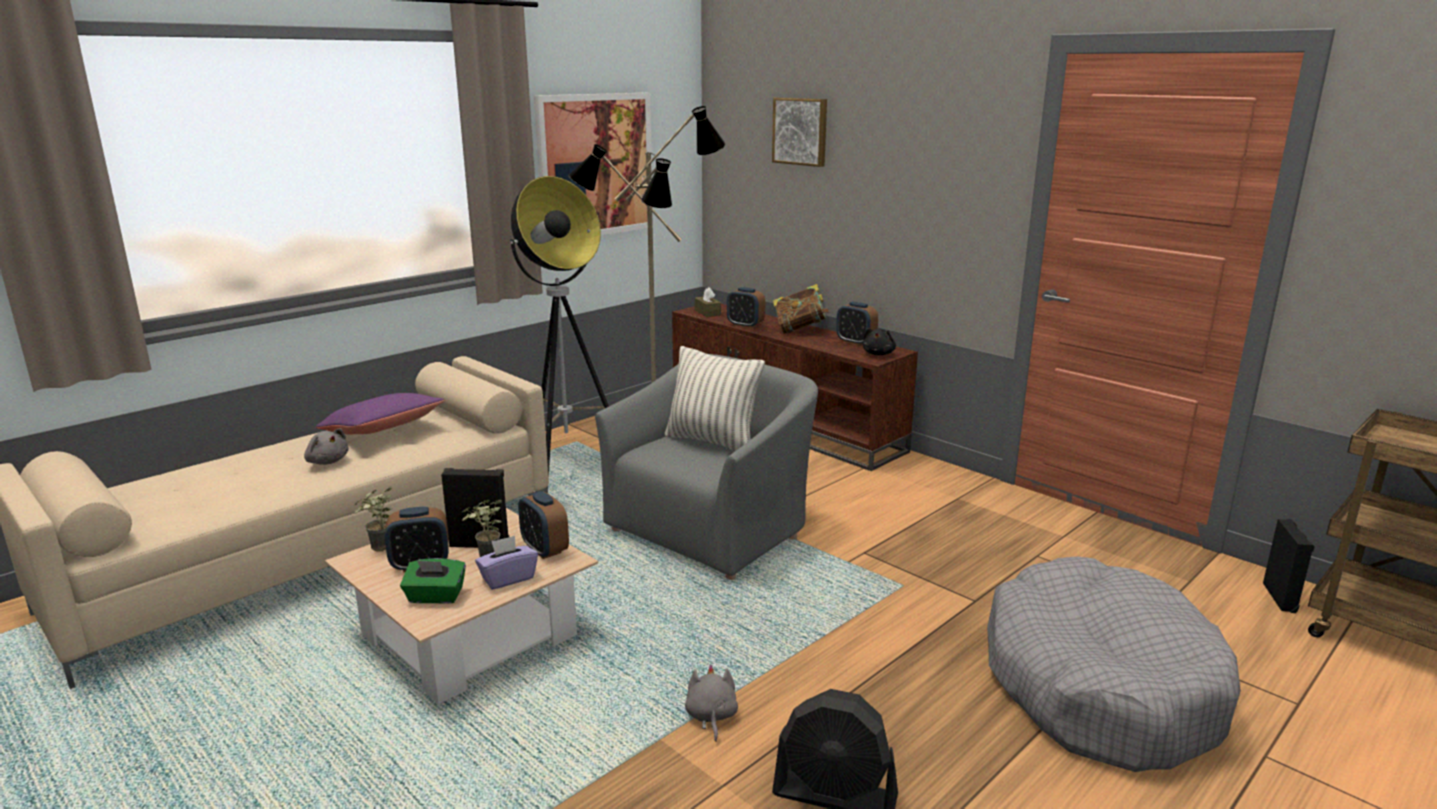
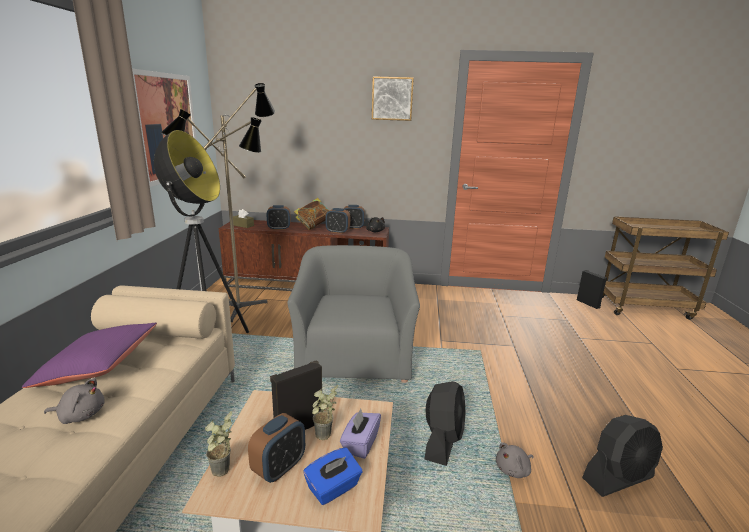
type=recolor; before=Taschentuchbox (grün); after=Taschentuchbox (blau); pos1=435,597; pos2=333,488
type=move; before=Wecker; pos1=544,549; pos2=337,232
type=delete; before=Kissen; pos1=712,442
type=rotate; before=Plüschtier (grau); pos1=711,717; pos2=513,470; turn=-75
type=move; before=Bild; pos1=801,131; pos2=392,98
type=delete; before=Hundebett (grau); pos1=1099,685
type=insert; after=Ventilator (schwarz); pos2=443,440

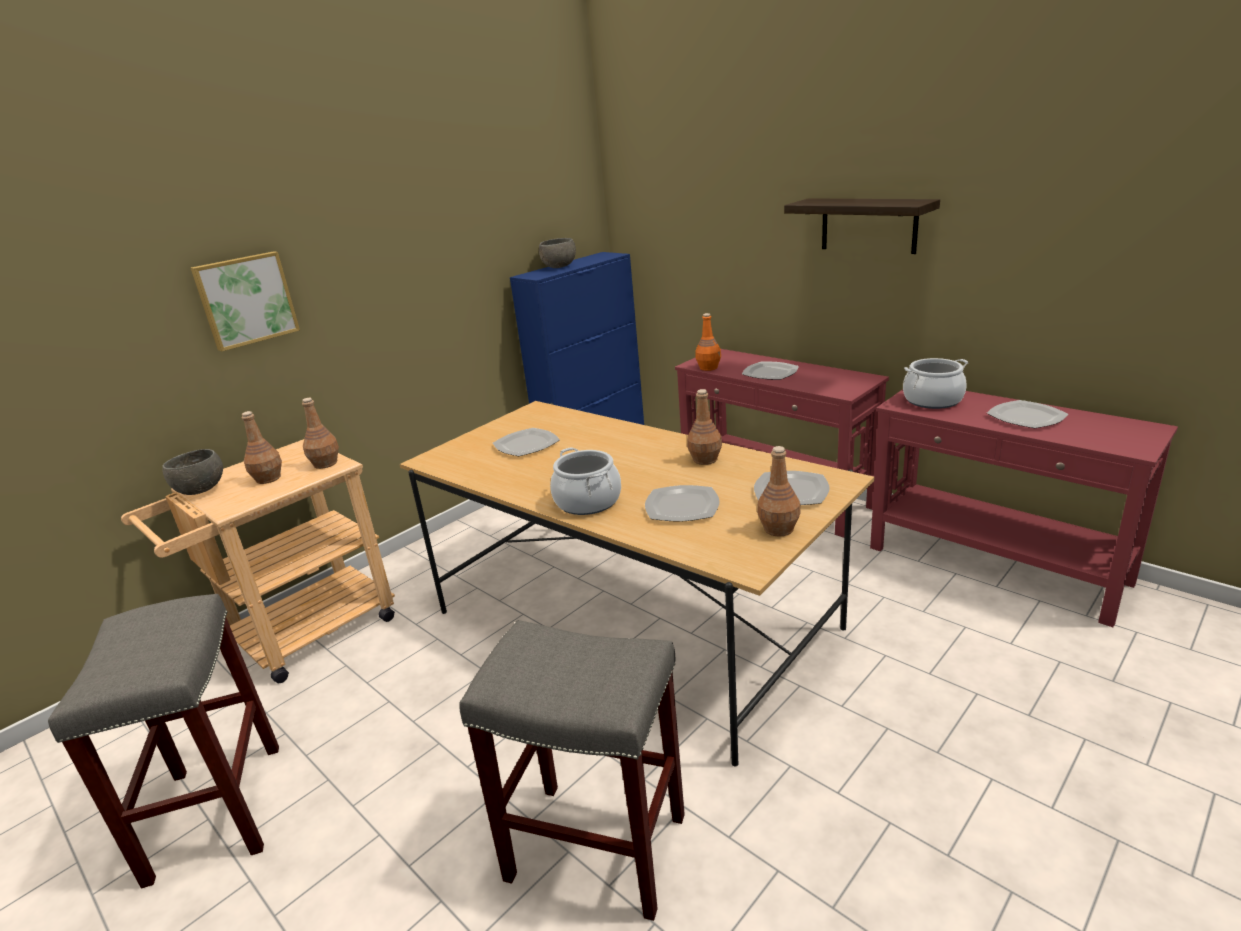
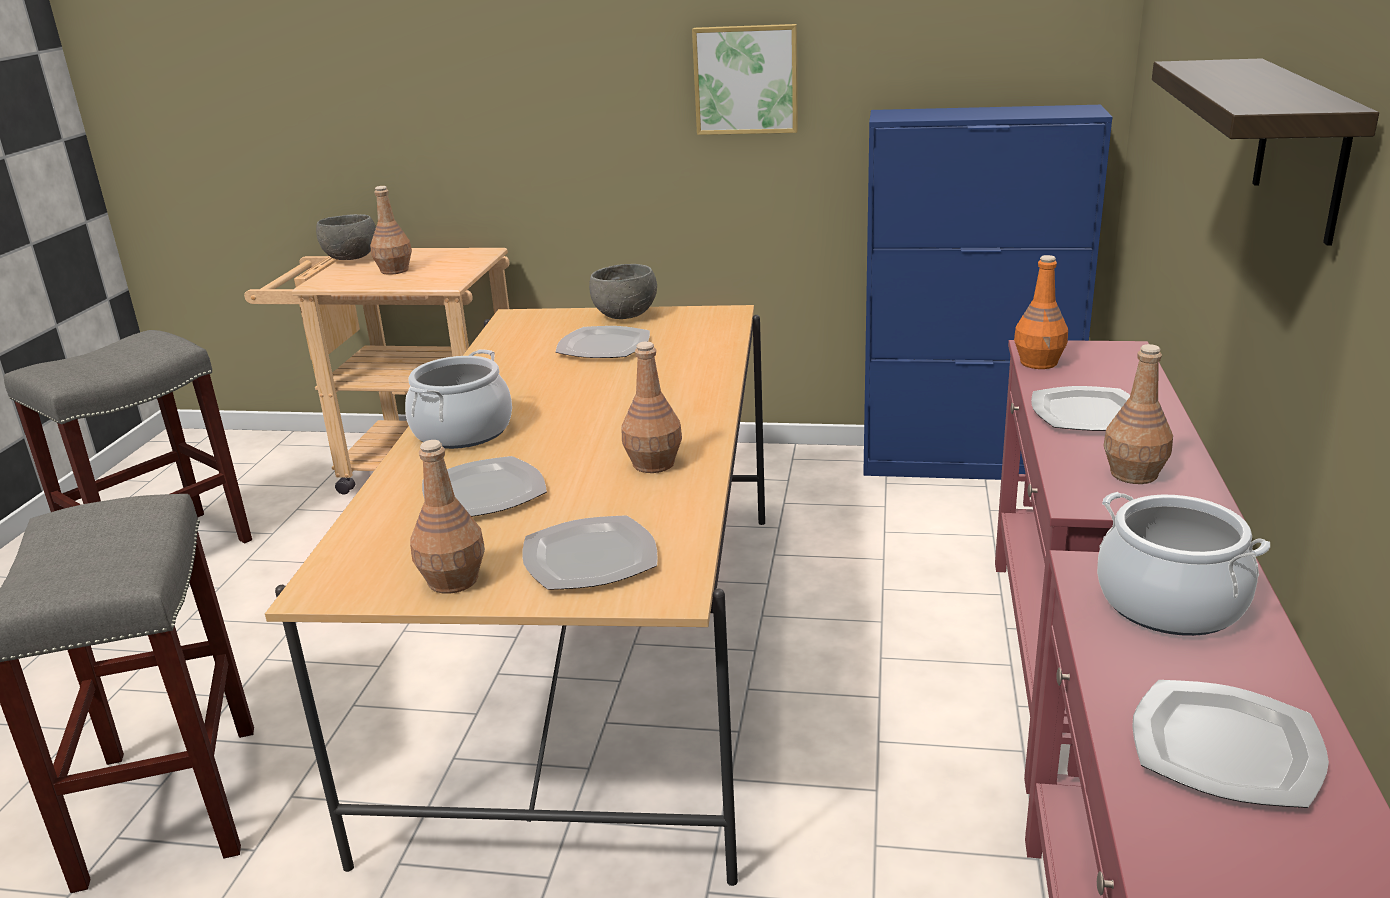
type=move; before=Bild; pos1=246,300; pos2=746,79
type=move; before=Flasche (braun); pos1=326,463; pos2=1134,474
type=move; before=Schüssel (grau); pos1=559,267; pos2=625,316

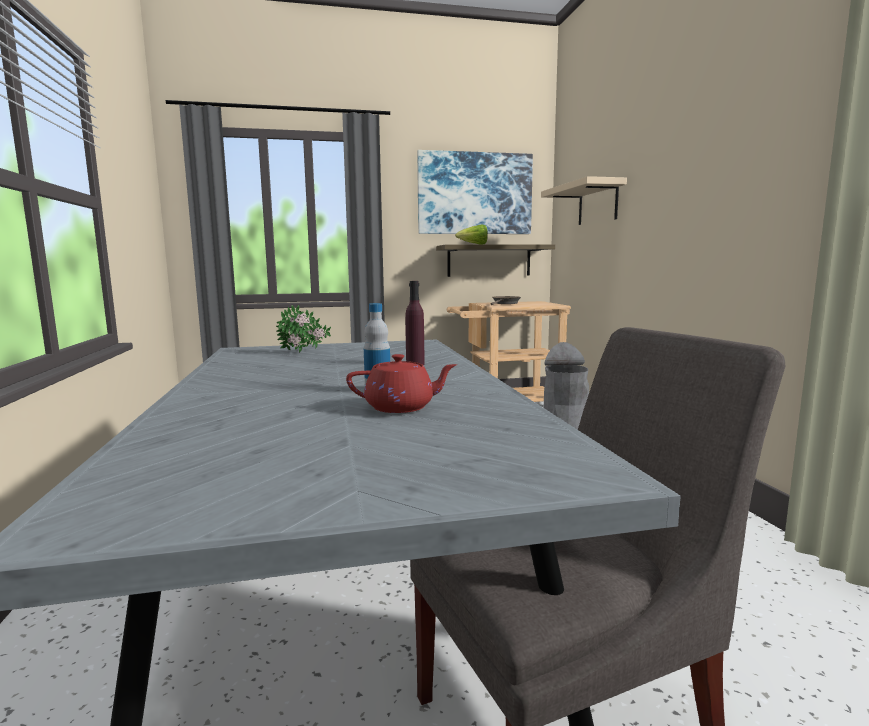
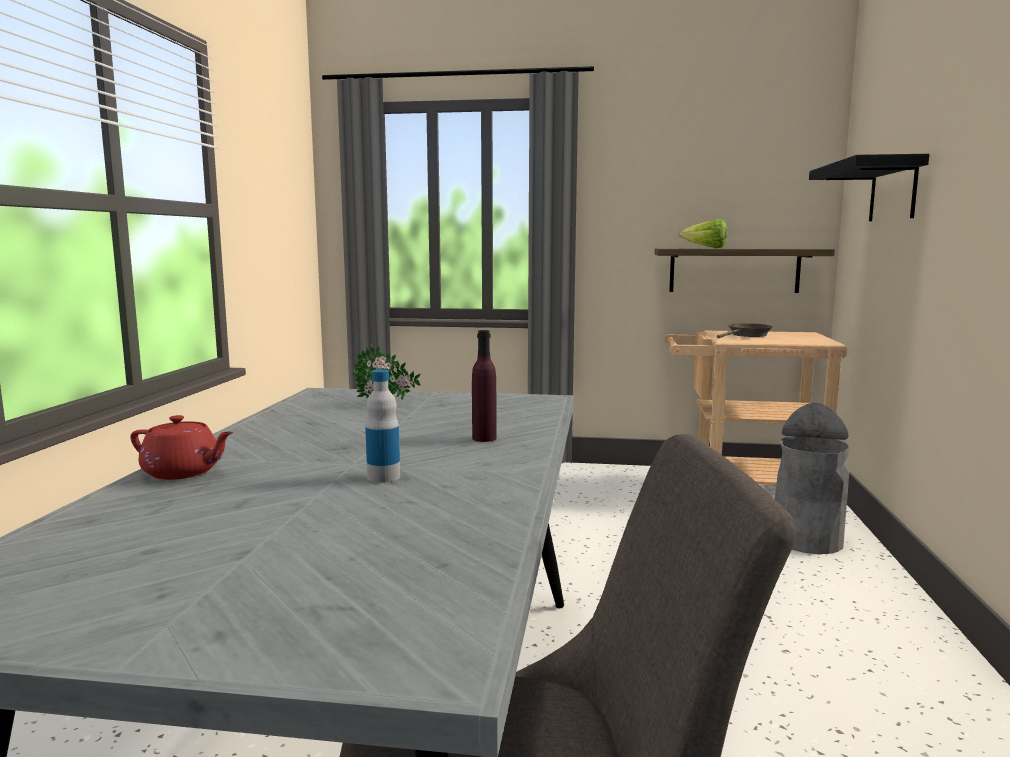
type=move; before=Teekanne (rot); pos1=401,407; pos2=183,472
type=delete; before=Bild; pos1=475,194
type=recolor; before=Wandregal (beige); after=Wandregal (schwarz); pos1=598,203; pos2=893,191

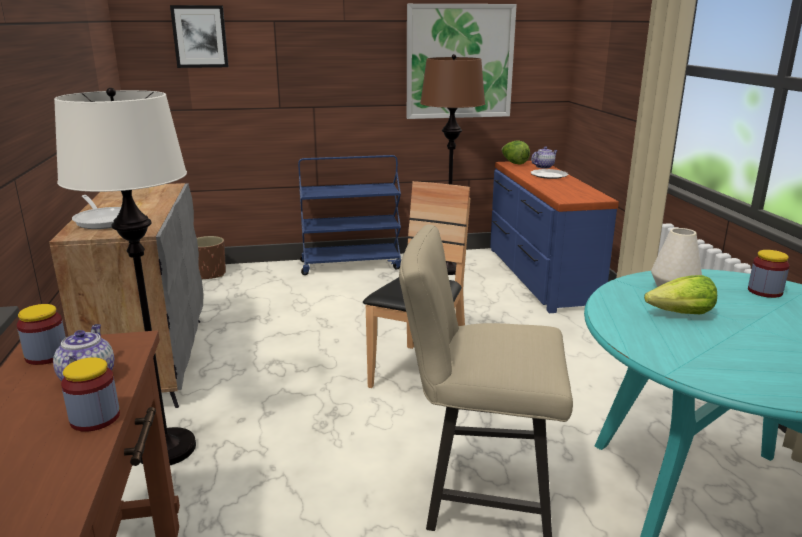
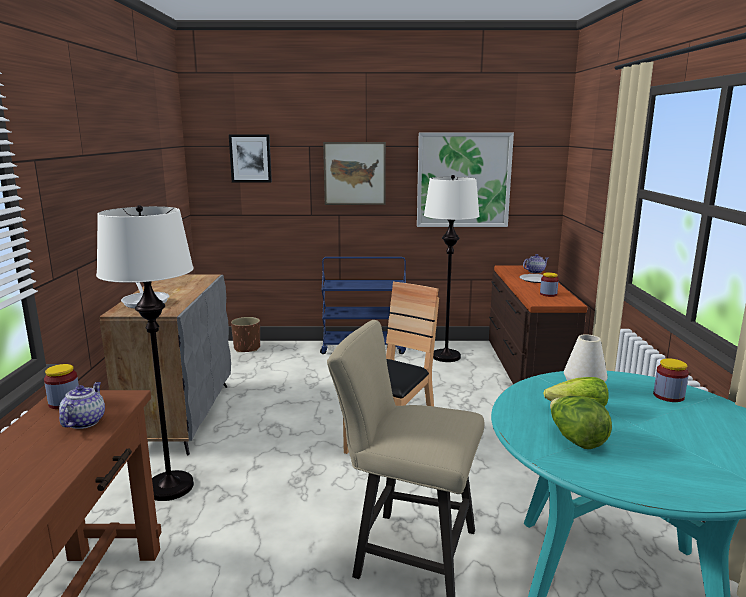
type=move; before=Vorratsglas; pos1=95,418; pos2=548,294
type=recolor; before=Stehlampe (braun); after=Stehlampe (weiß); pos1=448,269; pos2=446,356
type=recolor; before=Kommode (blau); after=Kommode (braun); pos1=539,276; pos2=526,368
type=move; before=Salatkopf; pos1=514,163; pos2=575,440
type=insert; after=Bild; pos2=354,173

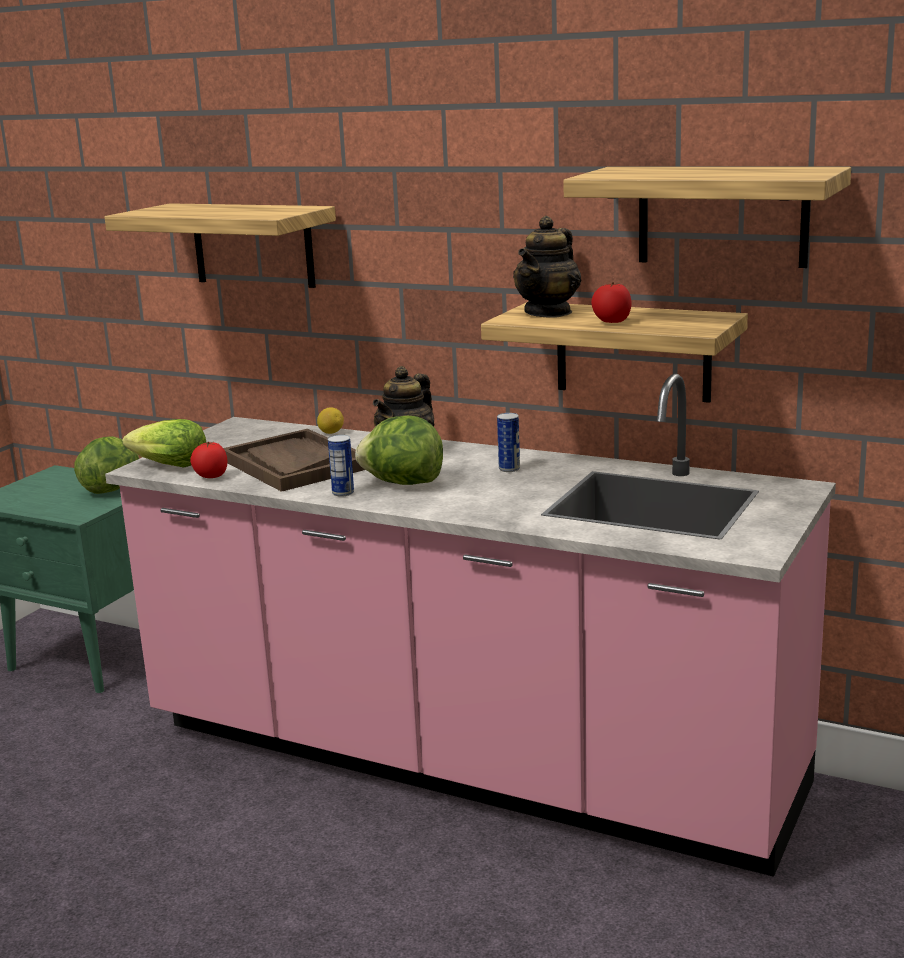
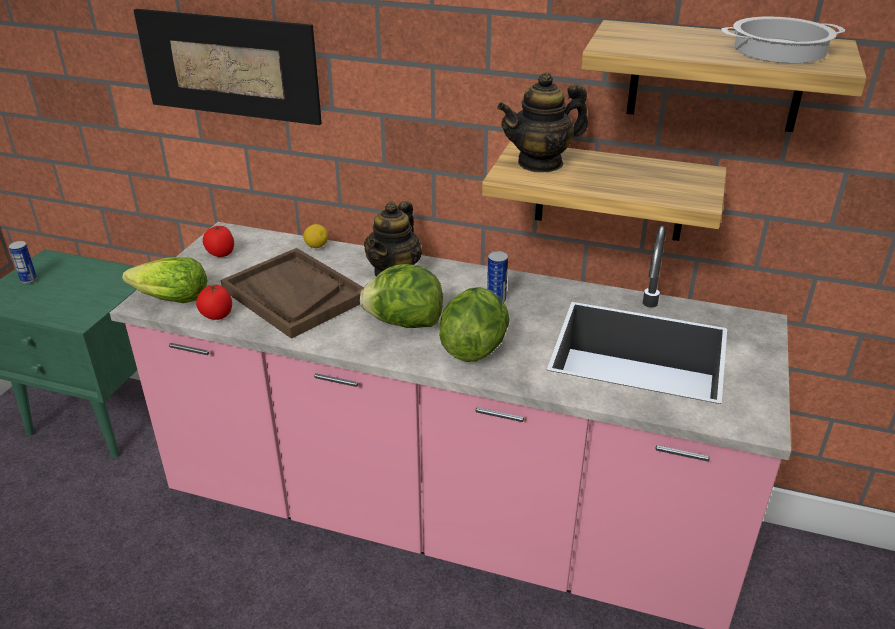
type=move; before=Salatkopf; pos1=113,489; pos2=474,348
type=replace; before=Wandregal; after=Bild; pos1=253,244; pos2=229,66
type=move; before=Dose; pos1=343,493; pos2=29,280
type=rotate; before=Teekanne; pos1=548,313; pos2=540,163; turn=45
type=move; before=Tomate; pos1=611,322; pos2=221,254
type=insert; after=Kochtopf; pos2=779,50

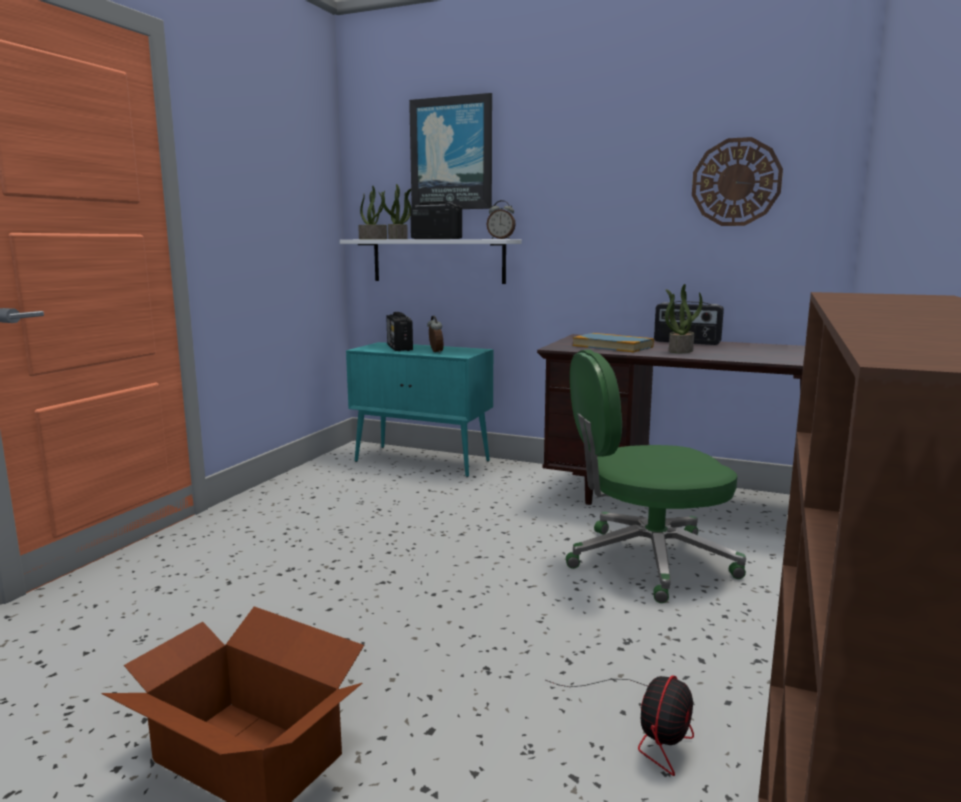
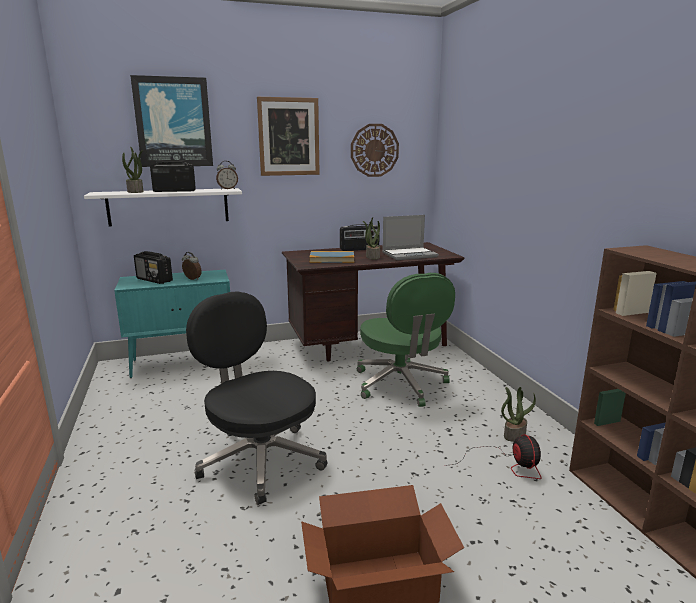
type=move; before=Topfpflanze; pos1=373,239; pos2=514,434
type=rotate; before=Bürostuhl (grün); pos1=647,561; pos2=401,384; turn=-60
type=insert; after=Bürostuhl (schwarz); pos2=260,459
type=insert; after=Bild; pos2=289,137
type=insert; after=Laptop; pos2=410,255

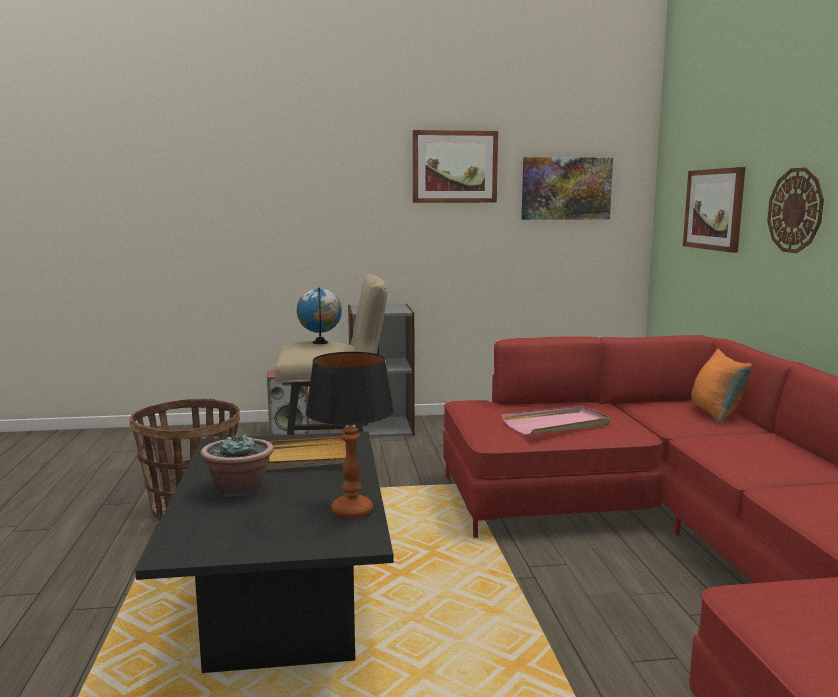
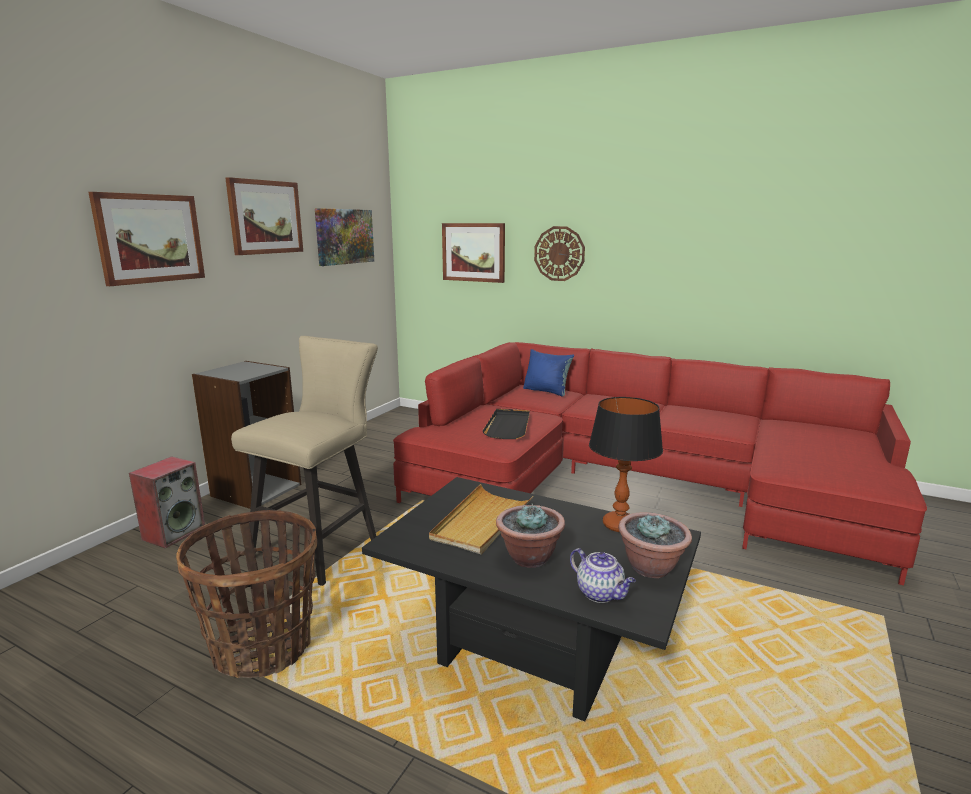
type=delete; before=Globus; pos1=320,343
type=recolor; before=Tablett (rosa); after=Tablett (schwarz); pos1=557,424; pos2=508,426
type=recolor; before=Kissen (orange); after=Kissen (blau); pos1=715,413; pos2=546,391
type=insert; after=Bild; pos2=150,238
type=insert; after=Teekanne; pos2=601,593
type=insert; after=Topfpflanze; pos2=651,567

